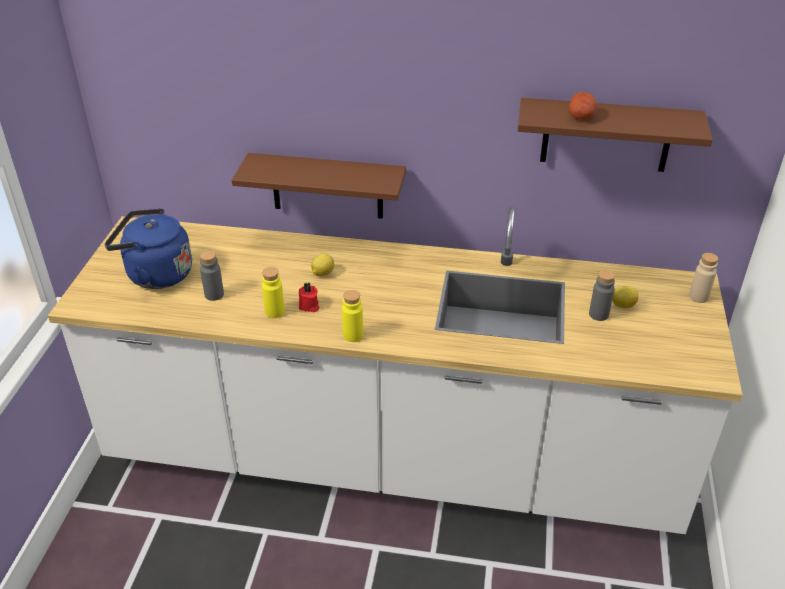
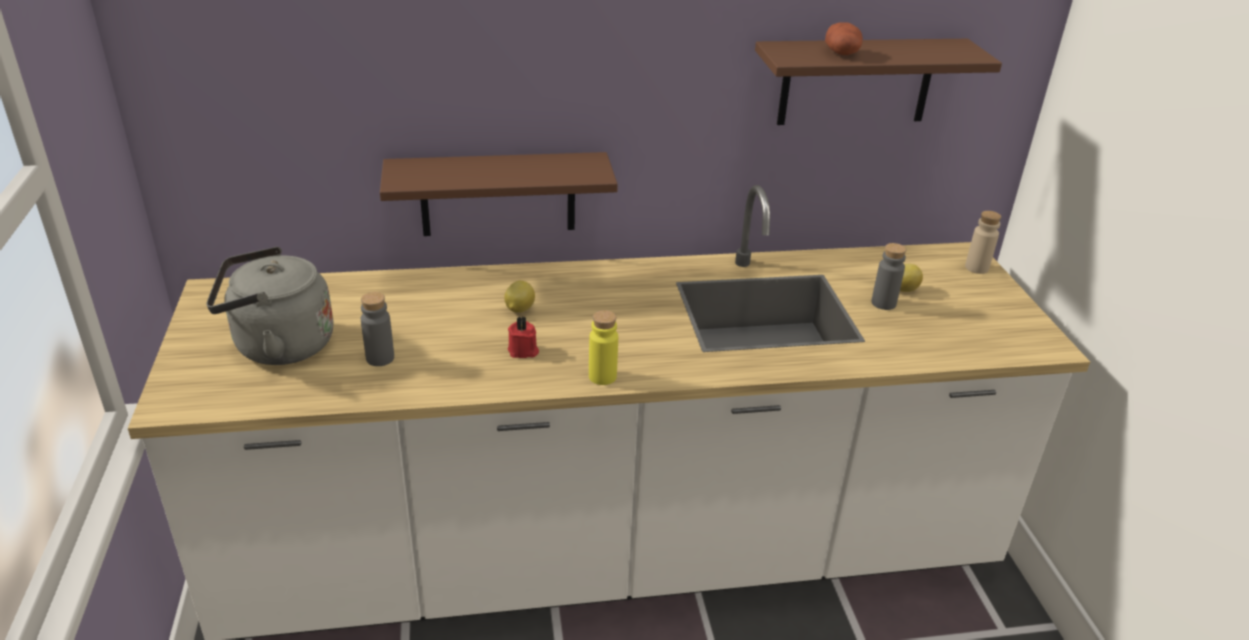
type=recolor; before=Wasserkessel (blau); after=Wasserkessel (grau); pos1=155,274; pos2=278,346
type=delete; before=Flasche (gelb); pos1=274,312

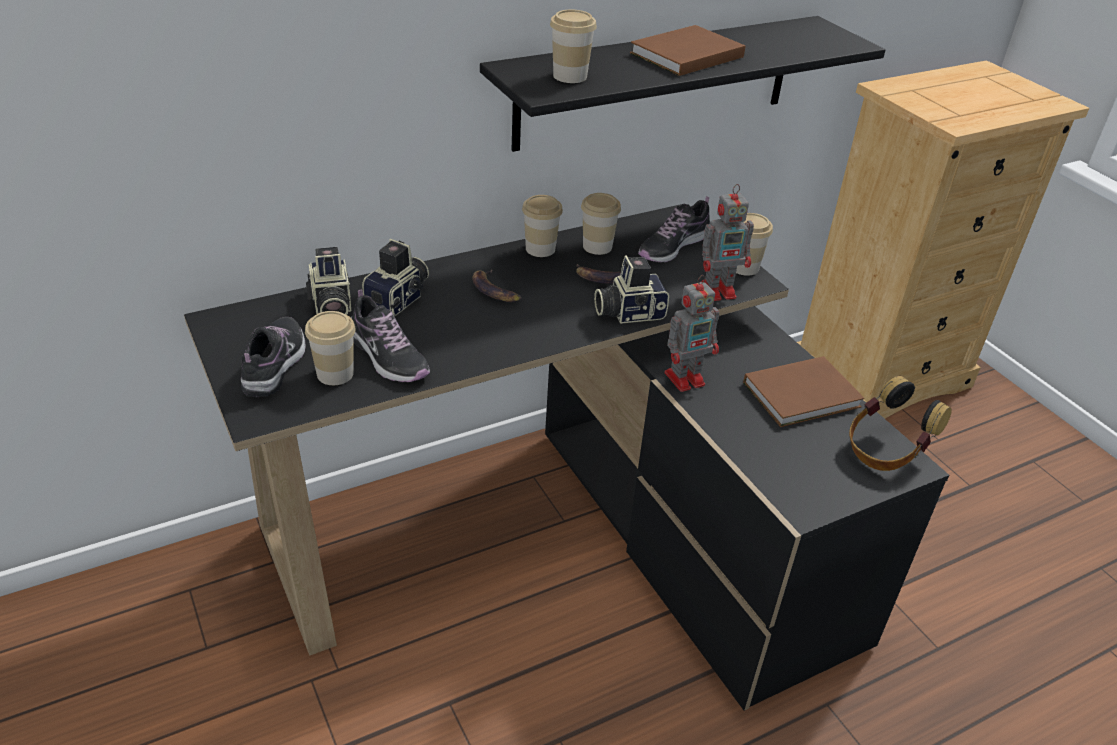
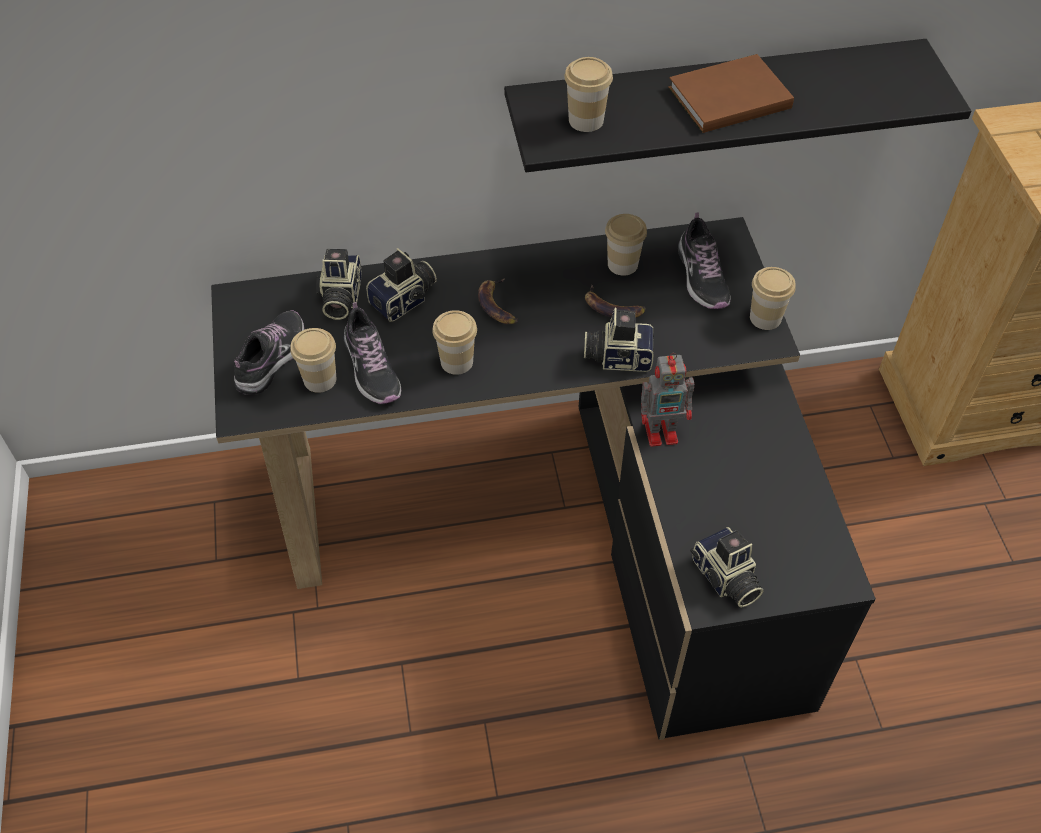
type=move; before=Tasse; pos1=540,249; pos2=456,361
type=rotate; before=Schuh; pos1=672,246; pos2=702,277; turn=-75
type=delete; before=Spielzeugroboter; pos1=719,290
type=delete; before=Buch (braun); pos1=804,395
type=delete; before=Kopfhörer; pos1=885,451
type=insert; after=Kamera; pos2=725,579

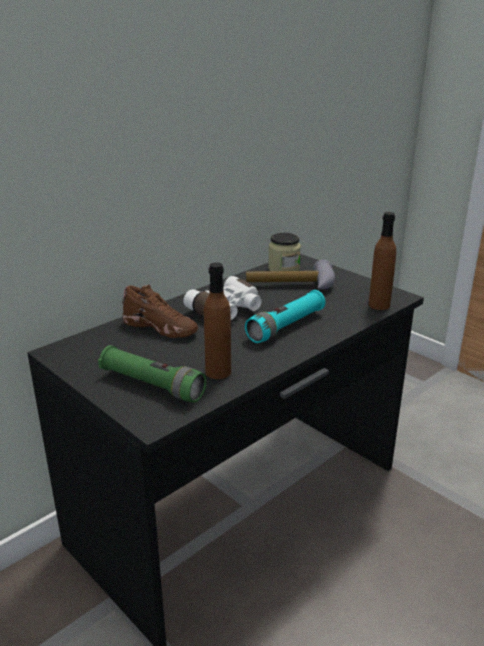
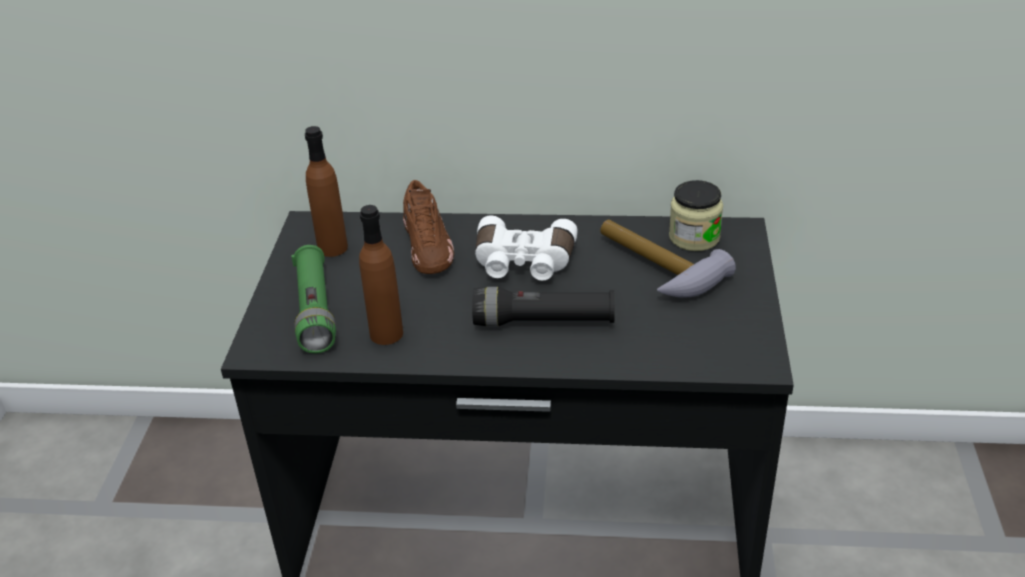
type=recolor; before=Taschenlampe (türkis); after=Taschenlampe (schwarz); pos1=286,326; pos2=544,321
type=move; before=Flasche (braun); pos1=379,305; pos2=332,248

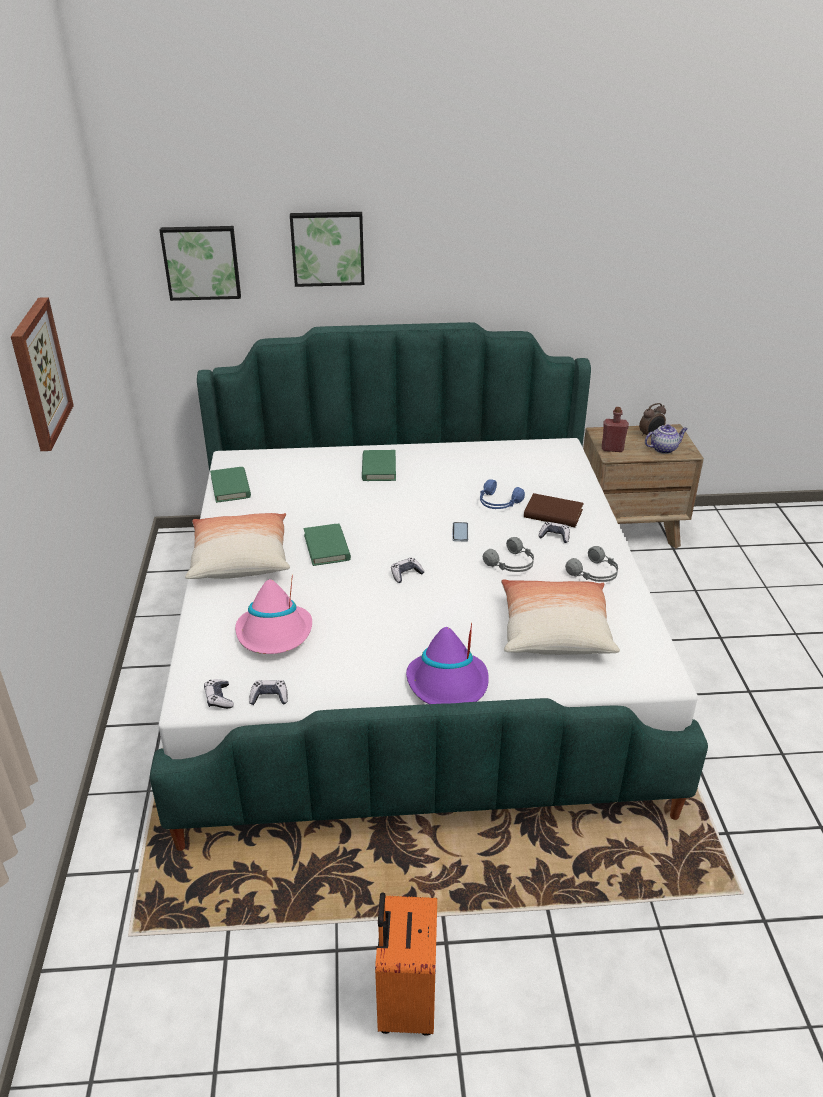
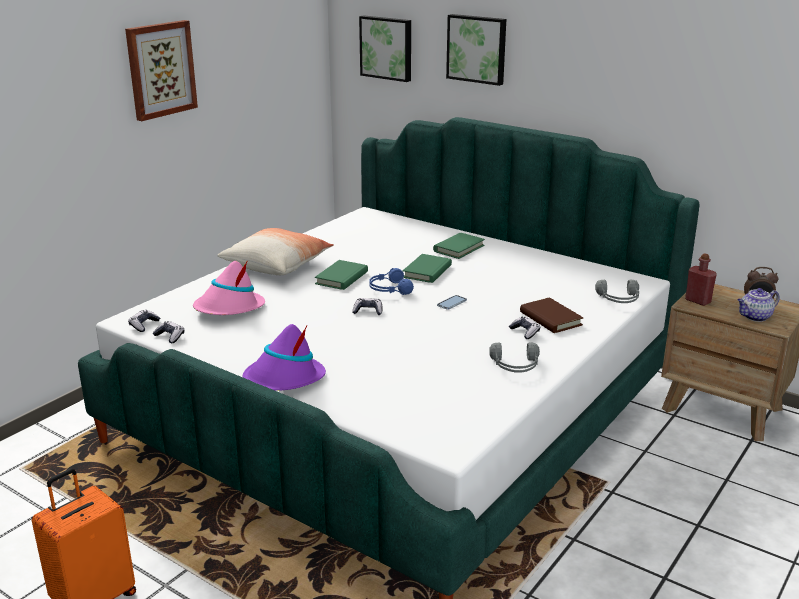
type=move; before=Buch (grün); pos1=230,487; pos2=427,271
type=move; before=Kopfhörer (blau); pos1=498,503; pos2=389,289
type=move; before=Kopfhörer (grau); pos1=512,564; pos2=619,299
type=delete; before=Kissen; pos1=554,631
type=rotate; before=Teekanne; pos1=664,449; pos2=754,317; turn=135

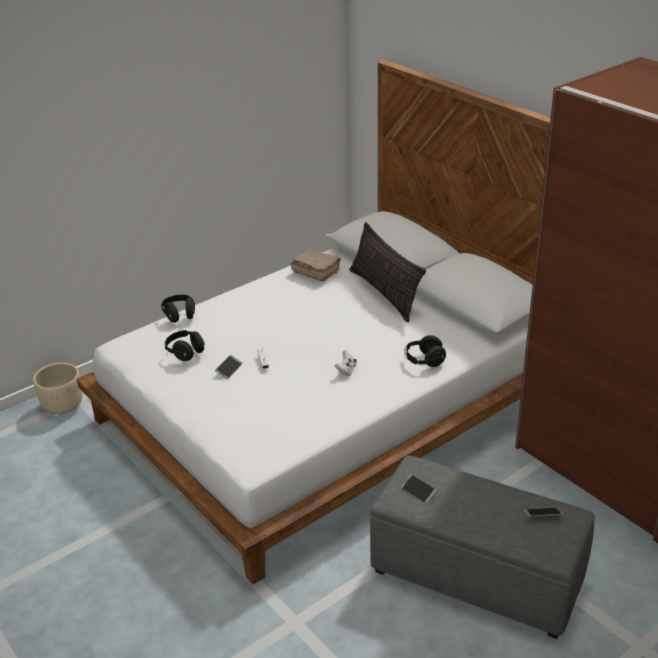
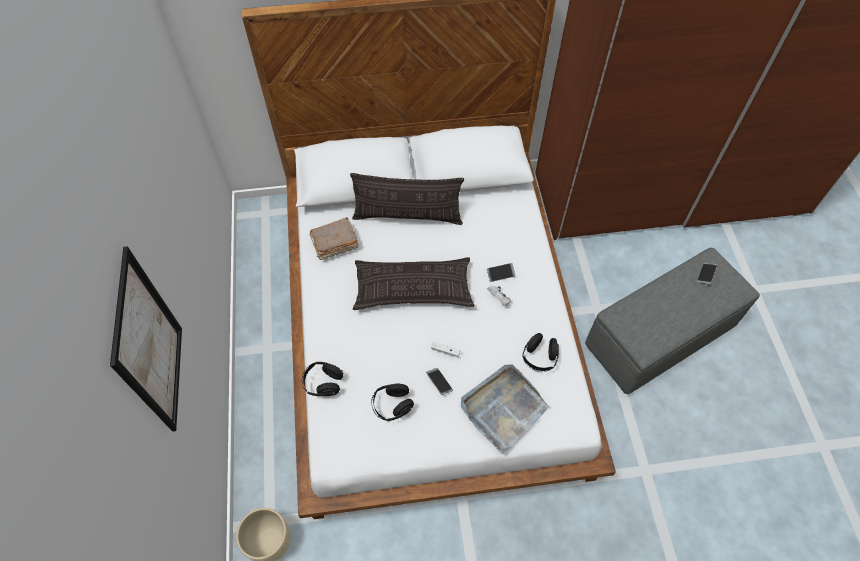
type=move; before=Handy; pos1=418,491; pos2=500,274
type=move; before=Kopfhörer (schwarz); pos1=424,361; pos2=539,357
type=insert; after=Bild; pos2=149,344
type=insert; after=Kissen; pos2=413,288
type=insert; after=Tablett (grau); pos2=503,408

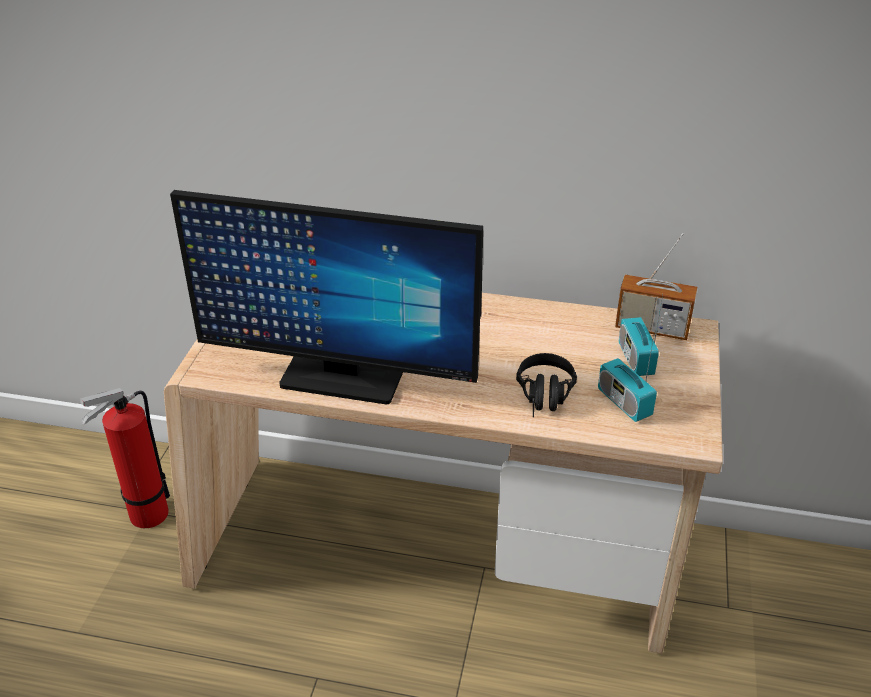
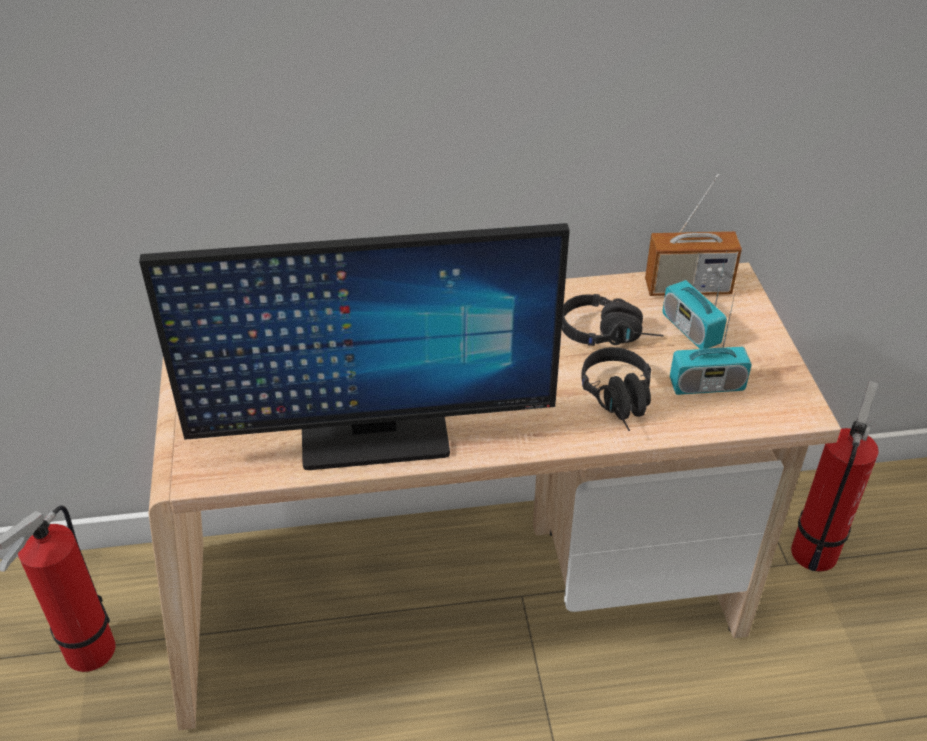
type=rotate; before=Radio; pos1=624,402; pos2=706,385; turn=-45
type=insert; after=Kopfhörer (schwarz); pos2=610,334
type=insert; after=Feuerlöscher; pos2=815,548

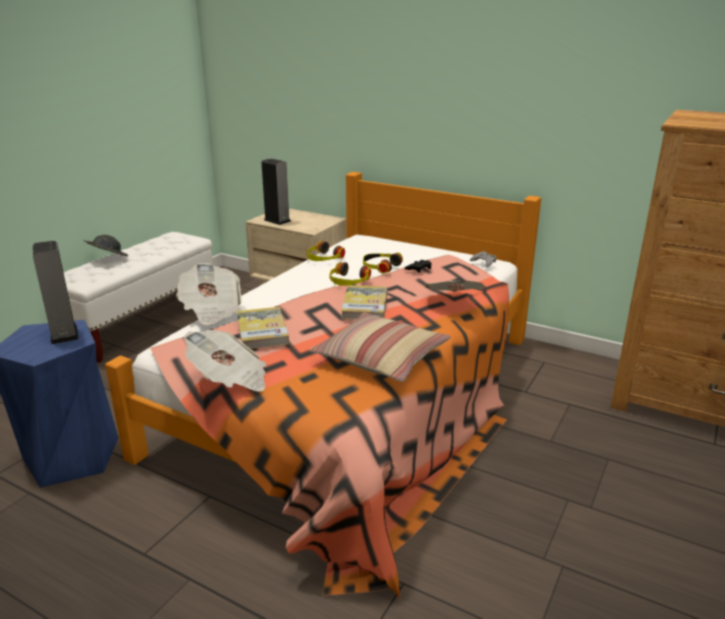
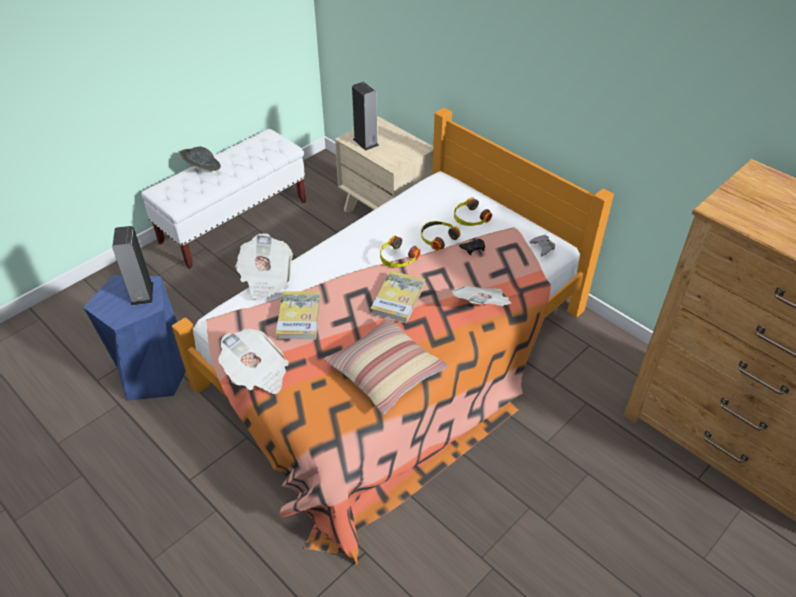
type=move; before=Kopfhörer; pos1=323,258; pos2=470,218

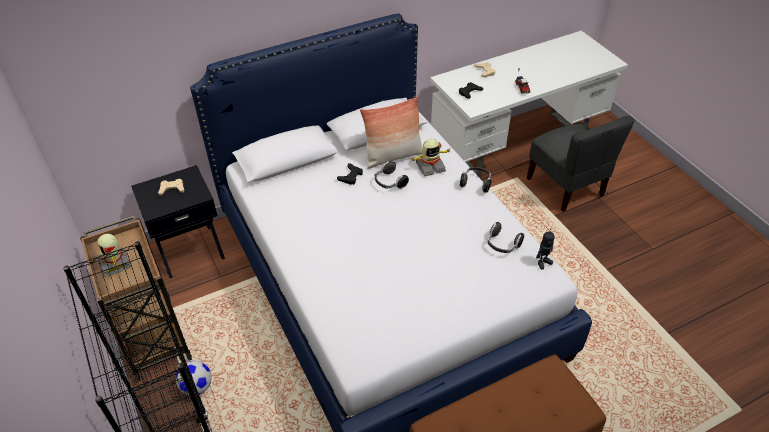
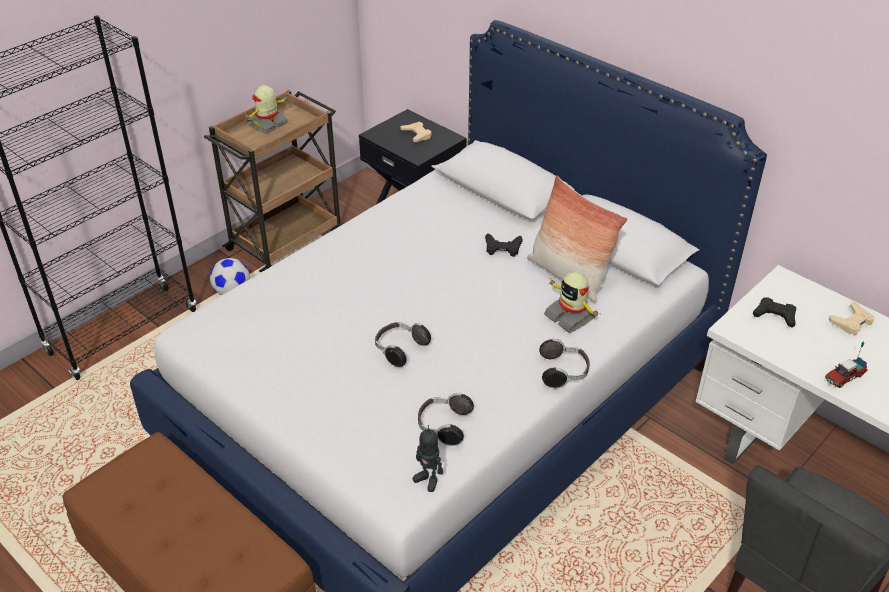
type=move; before=Kopfhörer; pos1=389,183; pos2=400,349

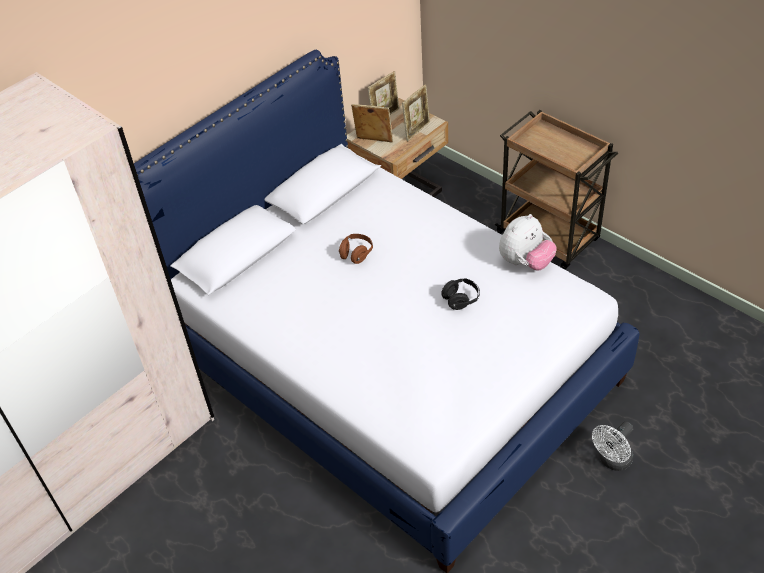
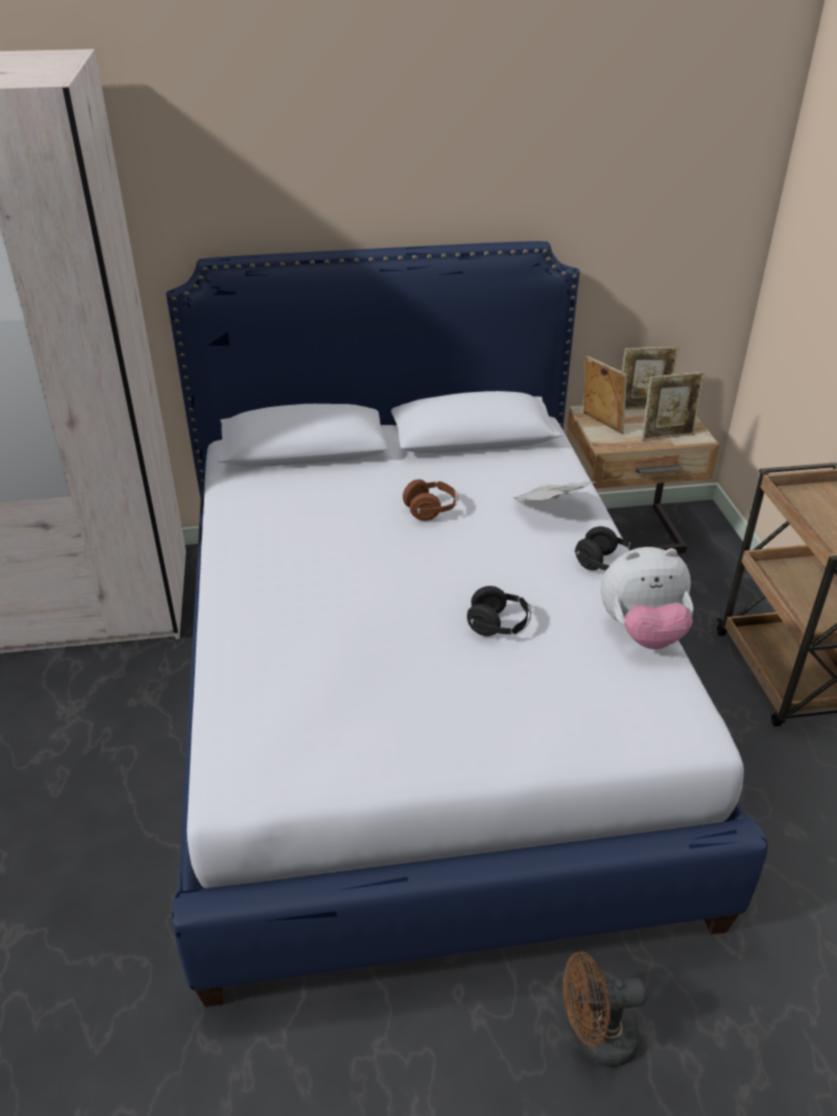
type=recolor; before=Ventilator (weiß); after=Ventilator (braun); pos1=612,461; pos2=595,1038
type=insert; after=Zeitung; pos2=551,508
type=insert; after=Kopfhörer (schwarz); pos2=604,565

